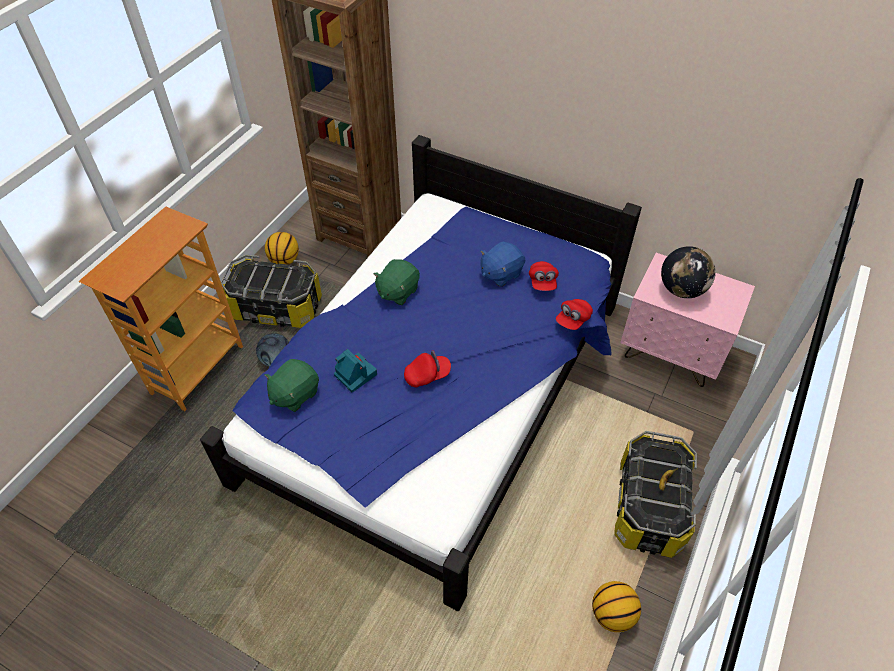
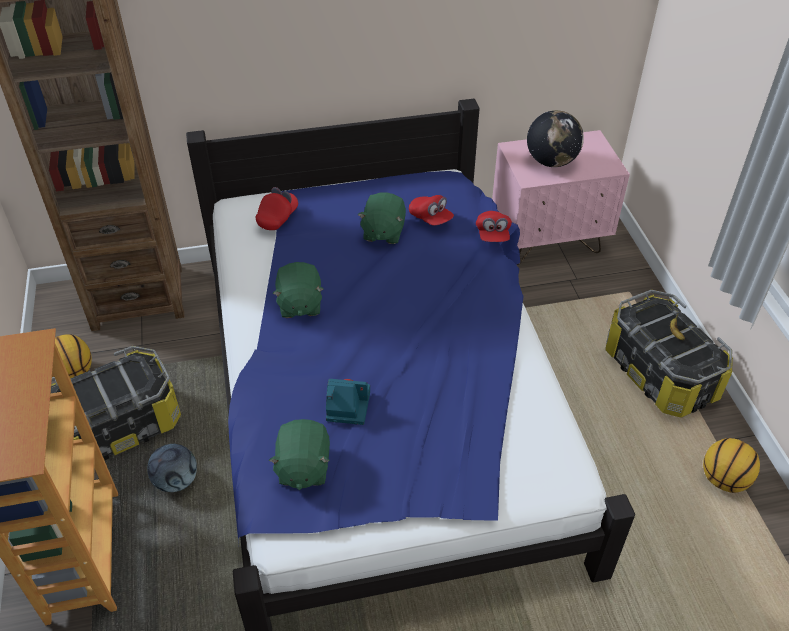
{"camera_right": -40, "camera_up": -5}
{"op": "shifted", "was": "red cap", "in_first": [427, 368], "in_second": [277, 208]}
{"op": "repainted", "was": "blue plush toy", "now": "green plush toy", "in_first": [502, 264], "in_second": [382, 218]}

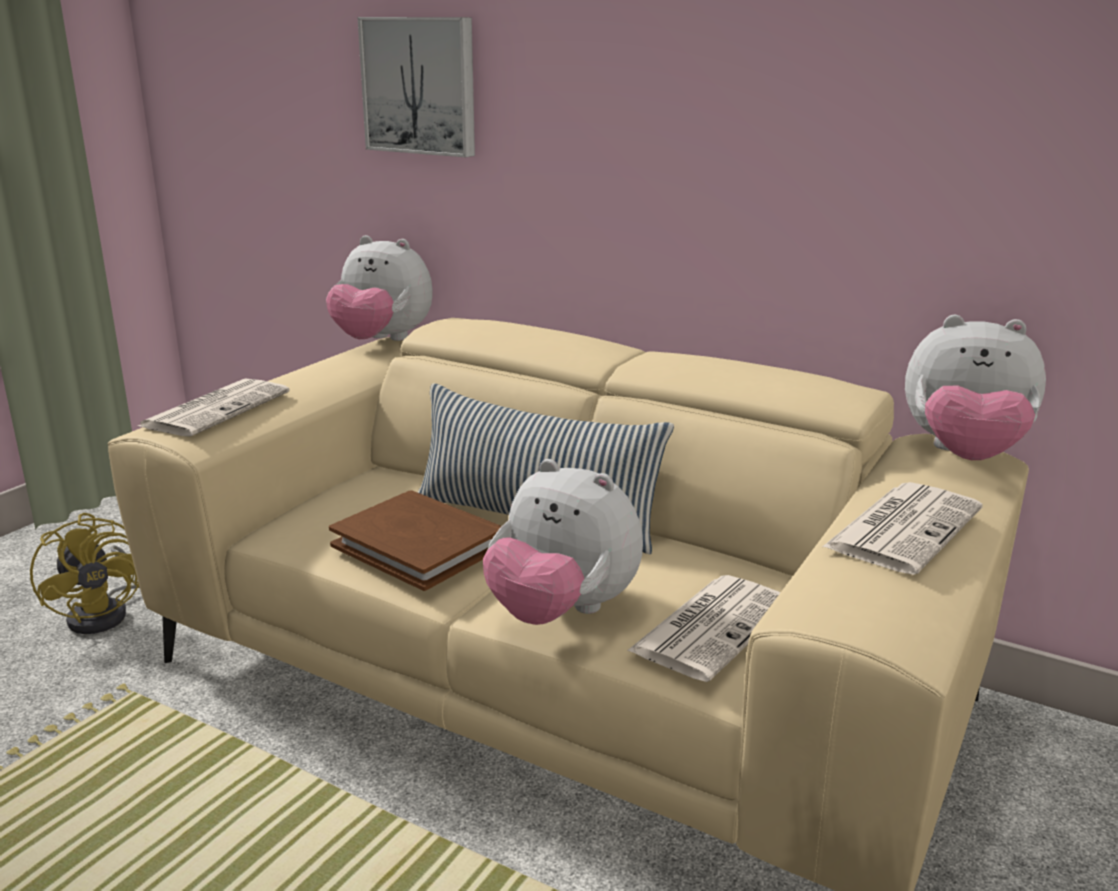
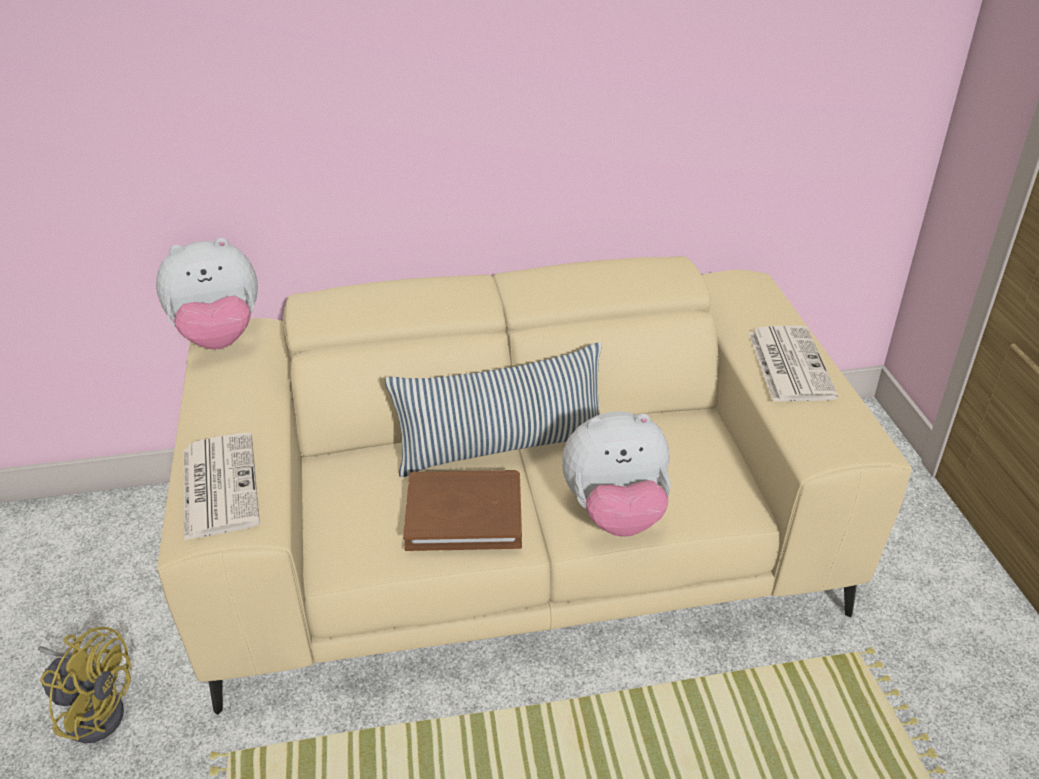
{"camera_right": -40, "camera_up": 15}
{"op": "gone", "was": "picture", "in_first": [416, 87]}
{"op": "gone", "was": "newspaper", "in_first": [704, 628]}
{"op": "gone", "was": "plush toy", "in_first": [975, 387]}

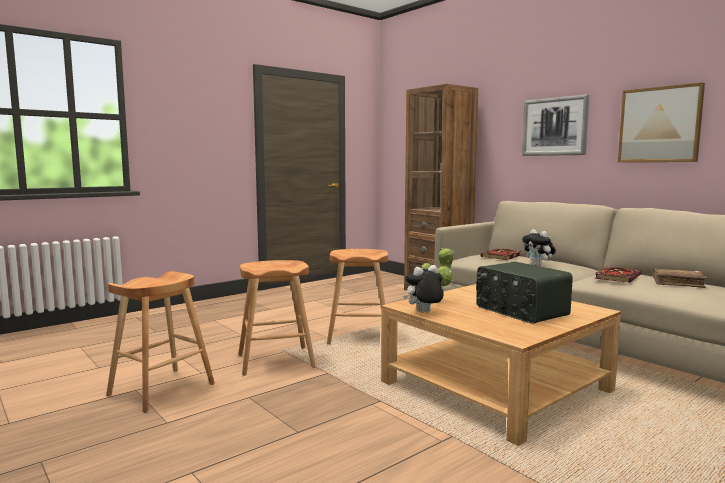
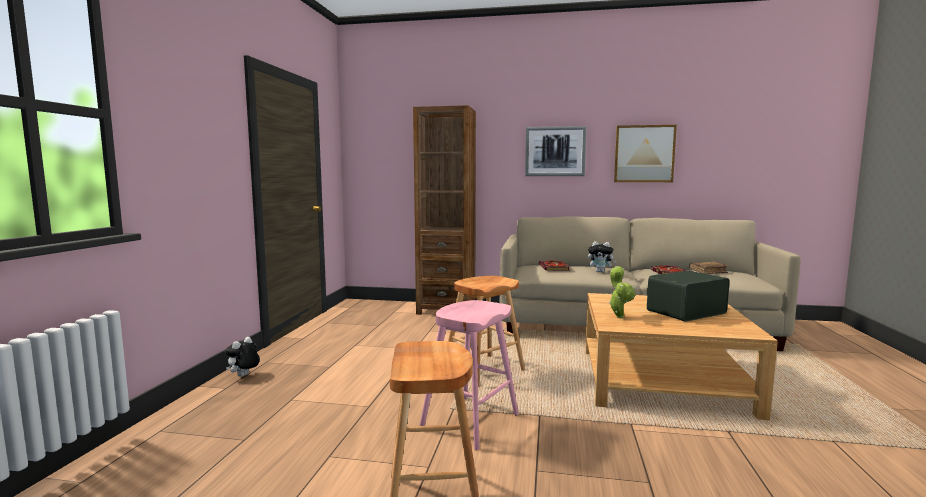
{"camera_right": -40, "camera_up": 0}
{"op": "repainted", "was": "brown stool", "now": "pink stool", "in_first": [277, 317], "in_second": [469, 375]}
{"op": "shifted", "was": "plush toy", "in_first": [423, 289], "in_second": [242, 357]}
{"op": "rotated", "was": "radio", "in_first": [524, 293], "in_second": [688, 296], "clockwise": 135}

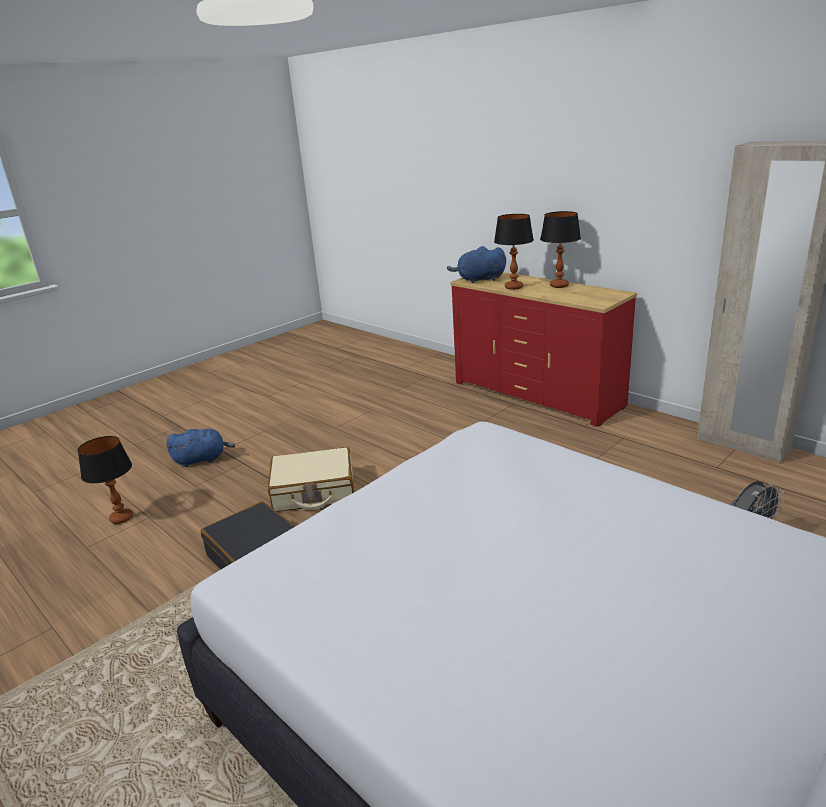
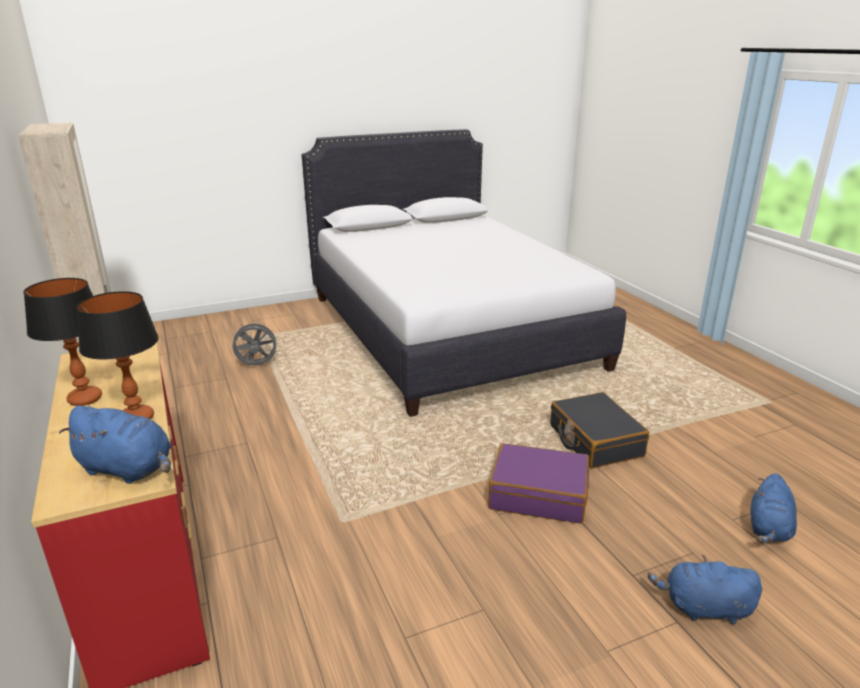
{"camera_right": -160, "camera_up": 0}
{"op": "swapped", "was": "table lamp", "now": "blue plush toy", "in_first": [105, 480], "in_second": [774, 508]}
{"op": "repainted", "was": "beige suitcase", "now": "purple suitcase", "in_first": [311, 479], "in_second": [538, 483]}

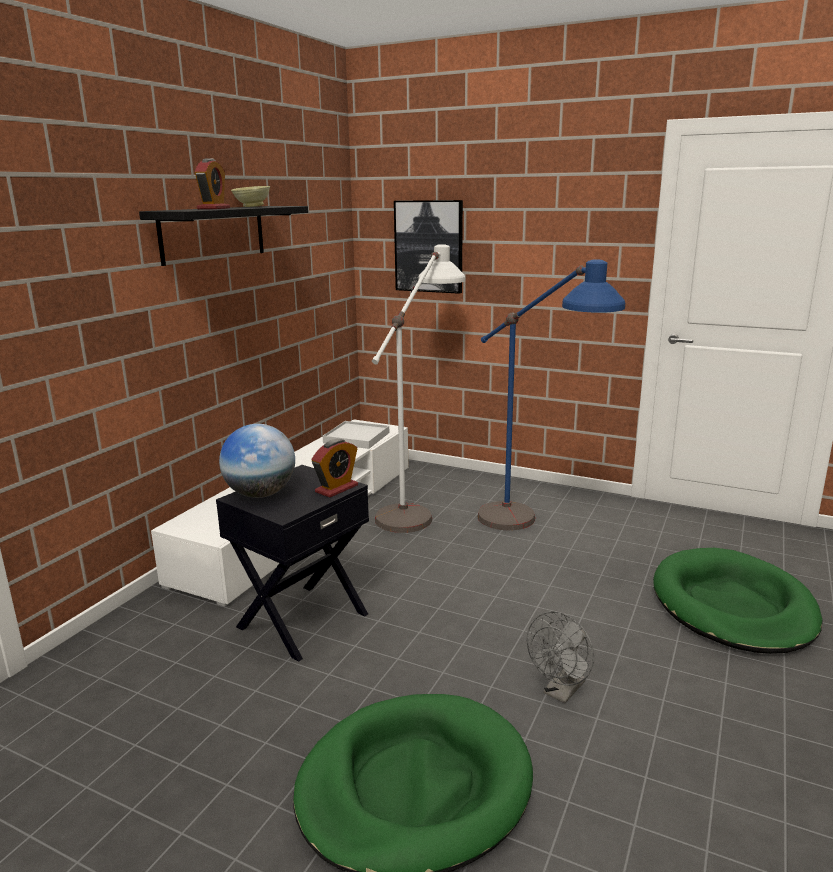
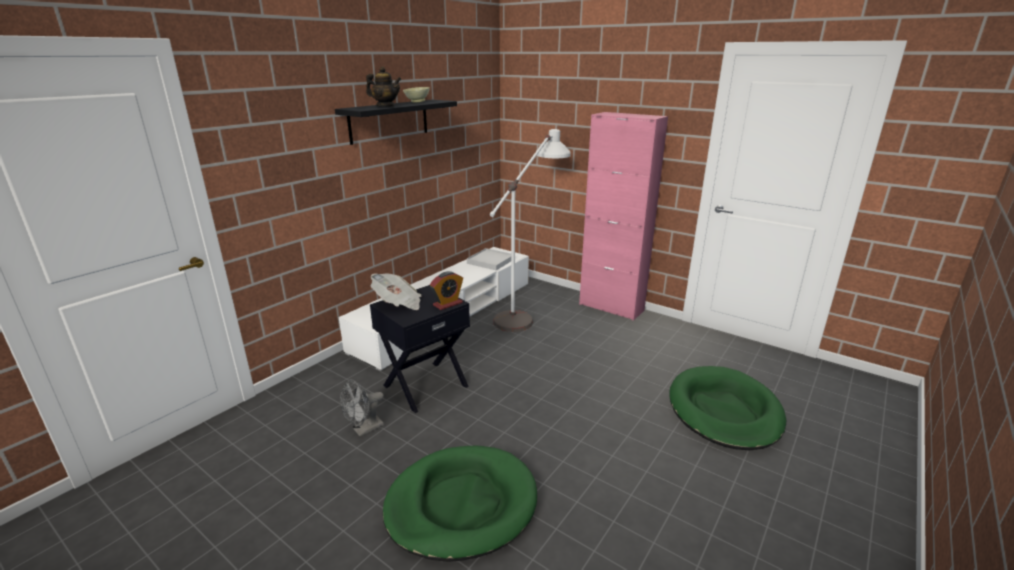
{"camera_right": 10, "camera_up": 5}
{"op": "swapped", "was": "alarm clock", "now": "teapot", "in_first": [212, 183], "in_second": [383, 86]}
{"op": "swapped", "was": "globe", "now": "newspaper", "in_first": [257, 461], "in_second": [396, 291]}
{"op": "gone", "was": "picture", "in_first": [428, 247]}
{"op": "gone", "was": "blue floor lamp", "in_first": [551, 394]}
{"op": "shifted", "was": "grey fan", "in_first": [560, 657], "in_second": [362, 407]}
{"op": "new", "now": "pink cabinet", "in_second": [623, 216]}

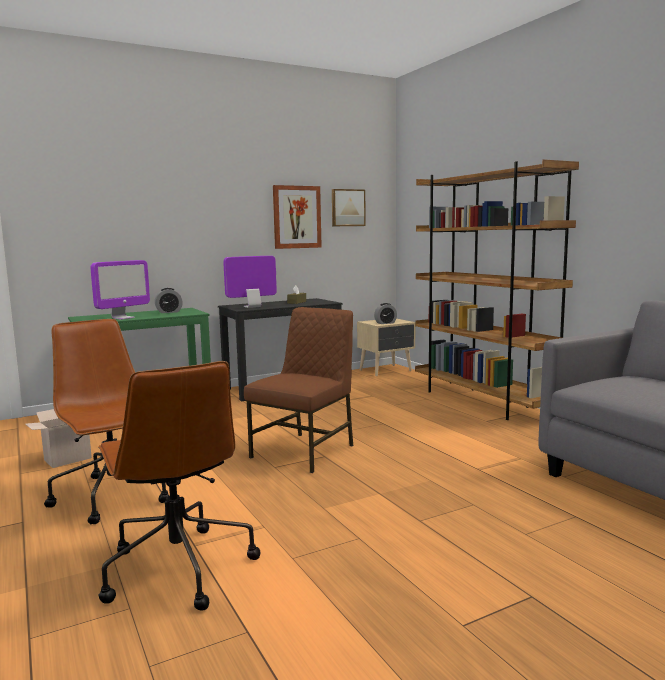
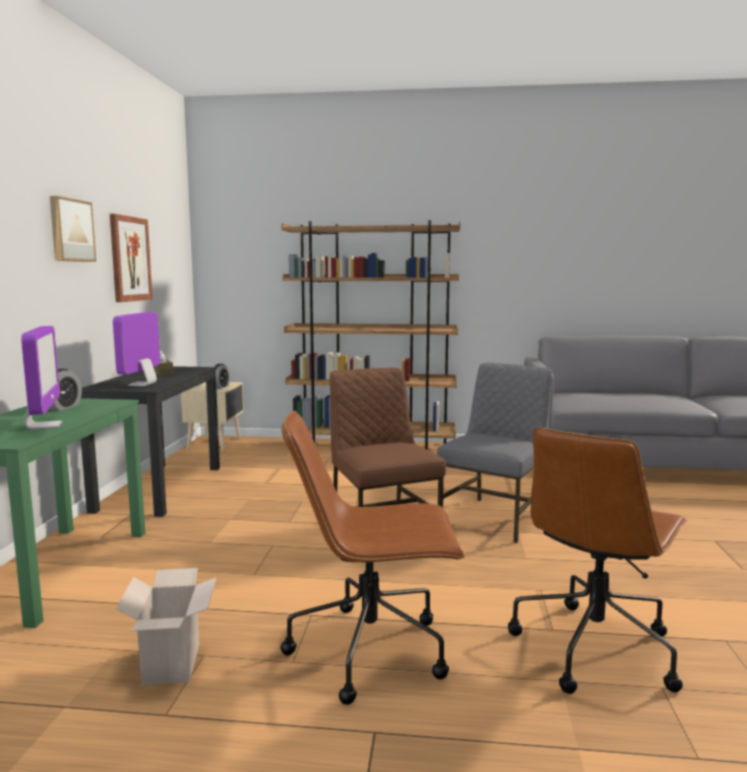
{"camera_right": -55, "camera_up": 0}
{"op": "rotated", "was": "brown office chair", "in_first": [179, 486], "in_second": [597, 560], "clockwise": 120}
{"op": "shifted", "was": "picture", "in_first": [349, 207], "in_second": [73, 229]}
{"op": "new", "now": "grey chair", "in_second": [494, 453]}

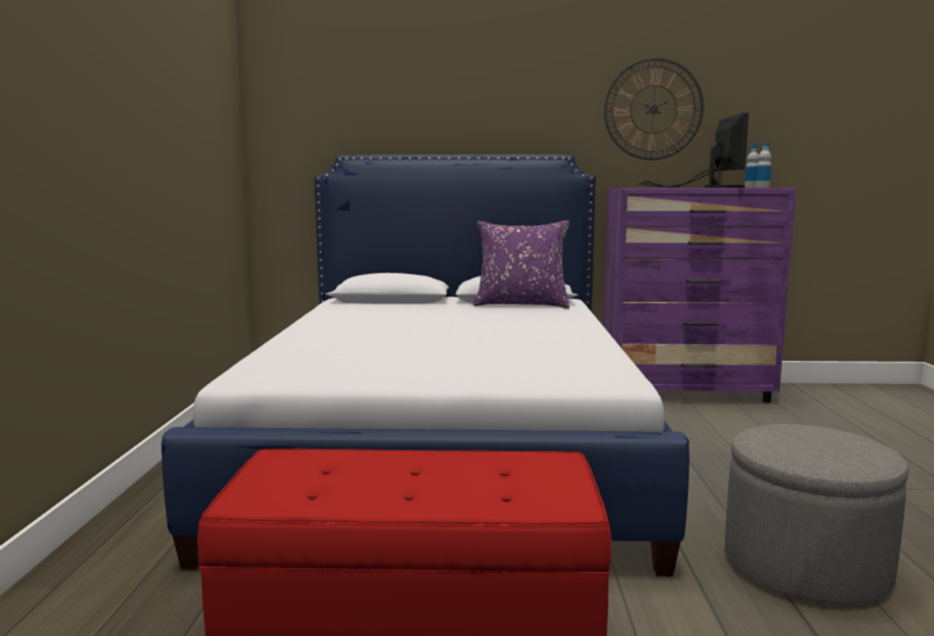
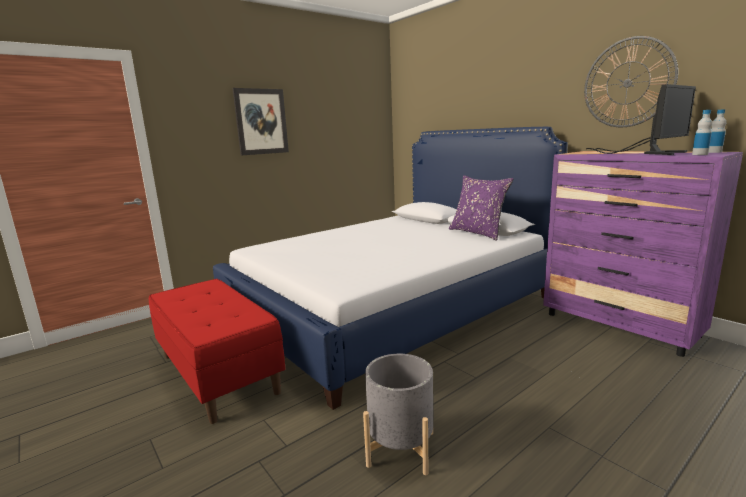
{"camera_right": 50, "camera_up": 5}
{"op": "swapped", "was": "grey ottoman", "now": "grey planter", "in_first": [817, 514], "in_second": [398, 414]}
{"op": "new", "now": "picture", "in_second": [260, 121]}

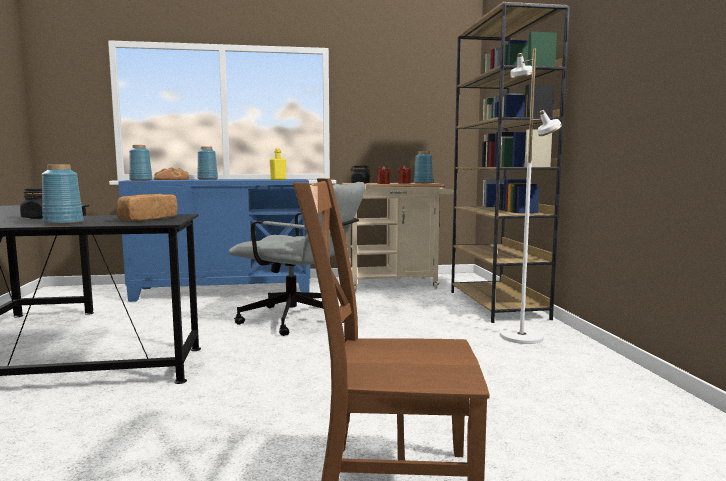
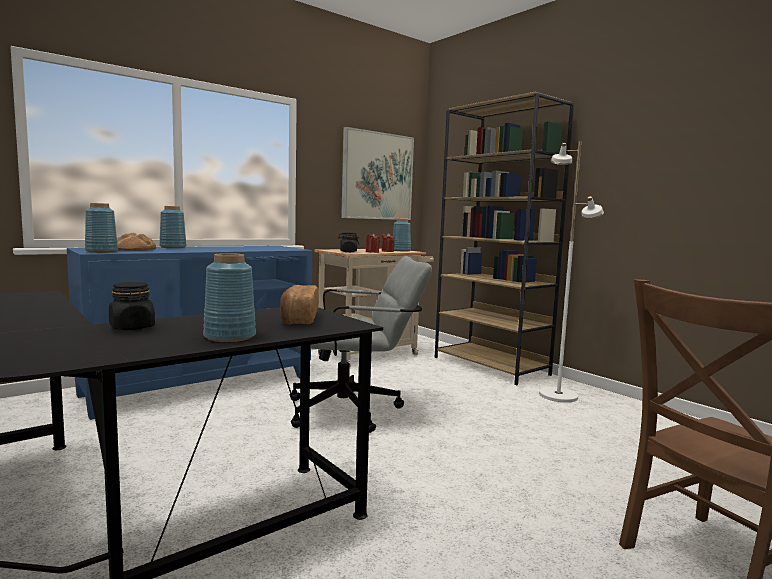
{"camera_right": -30, "camera_up": 0}
{"op": "gone", "was": "yellow bottle", "in_first": [278, 164]}
{"op": "new", "now": "picture", "in_second": [377, 173]}

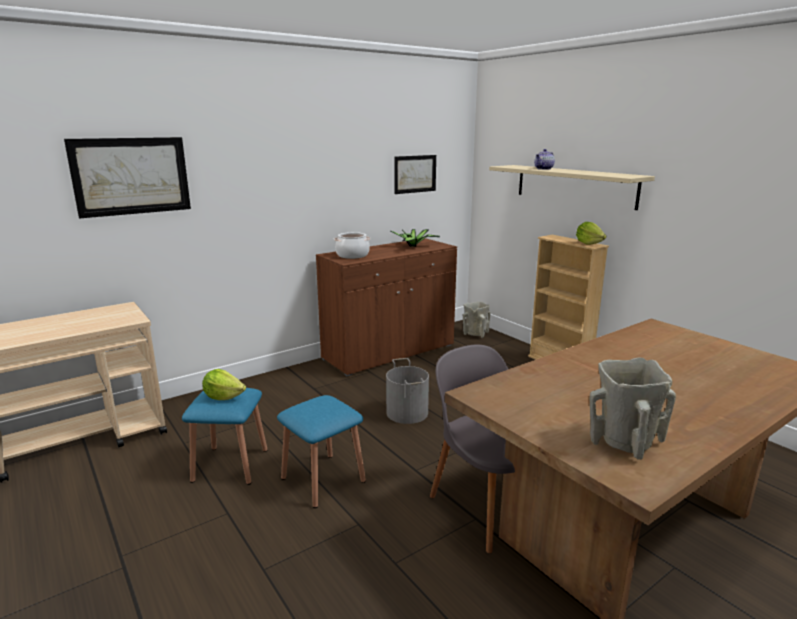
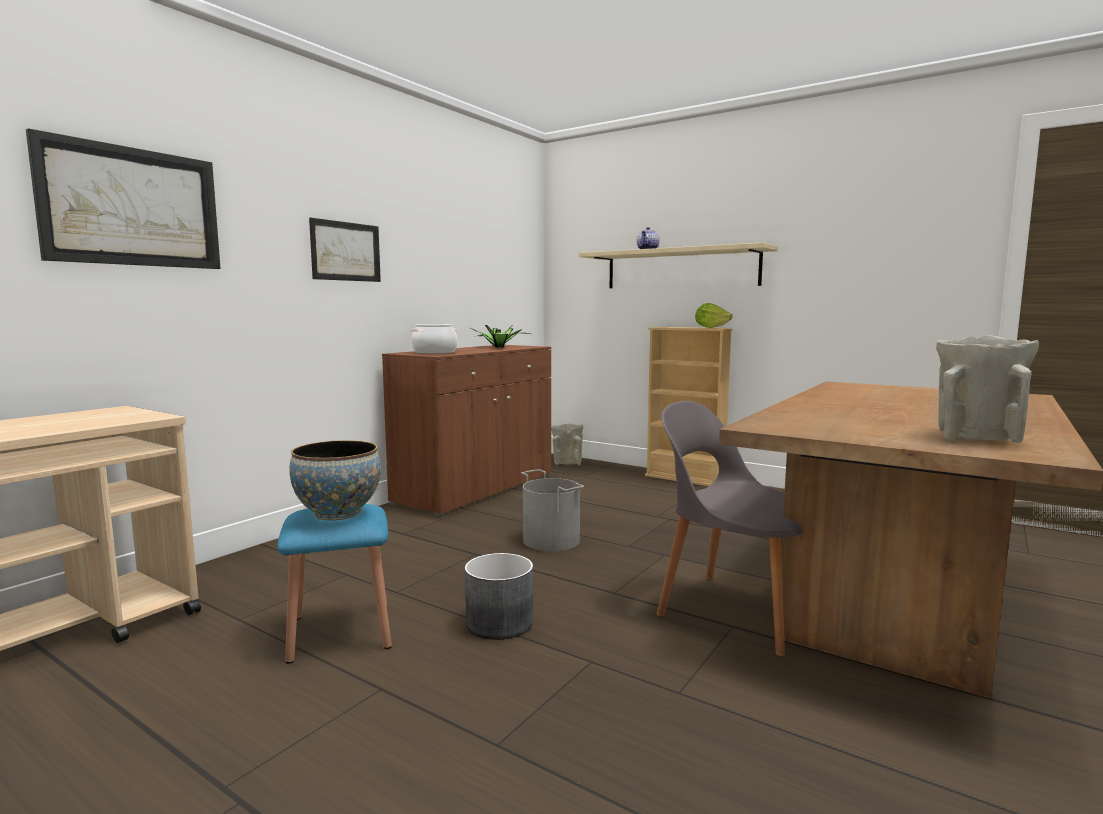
{"camera_right": -20, "camera_up": -10}
{"op": "swapped", "was": "lettuce", "now": "bowl", "in_first": [224, 384], "in_second": [335, 480]}
{"op": "swapped", "was": "blue stool", "now": "grey planter", "in_first": [321, 451], "in_second": [499, 596]}
{"op": "shifted", "was": "picture", "in_first": [415, 174], "in_second": [345, 250]}

